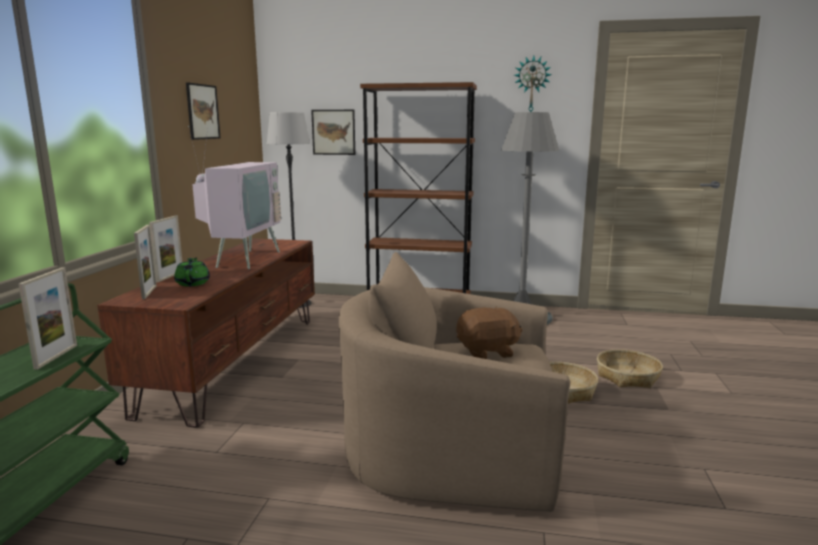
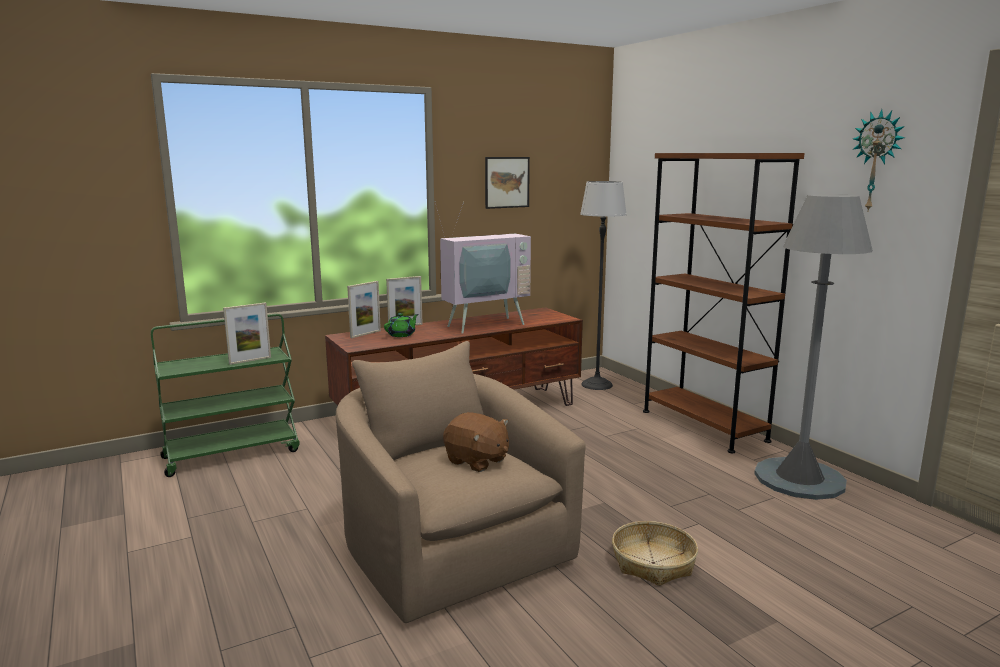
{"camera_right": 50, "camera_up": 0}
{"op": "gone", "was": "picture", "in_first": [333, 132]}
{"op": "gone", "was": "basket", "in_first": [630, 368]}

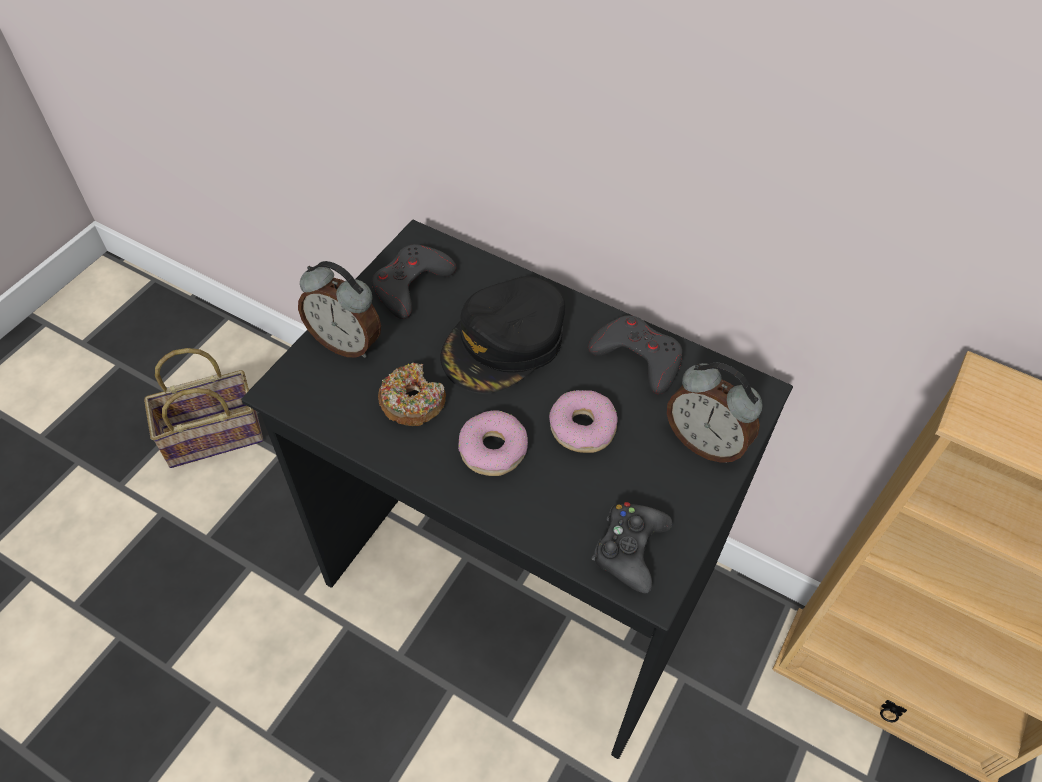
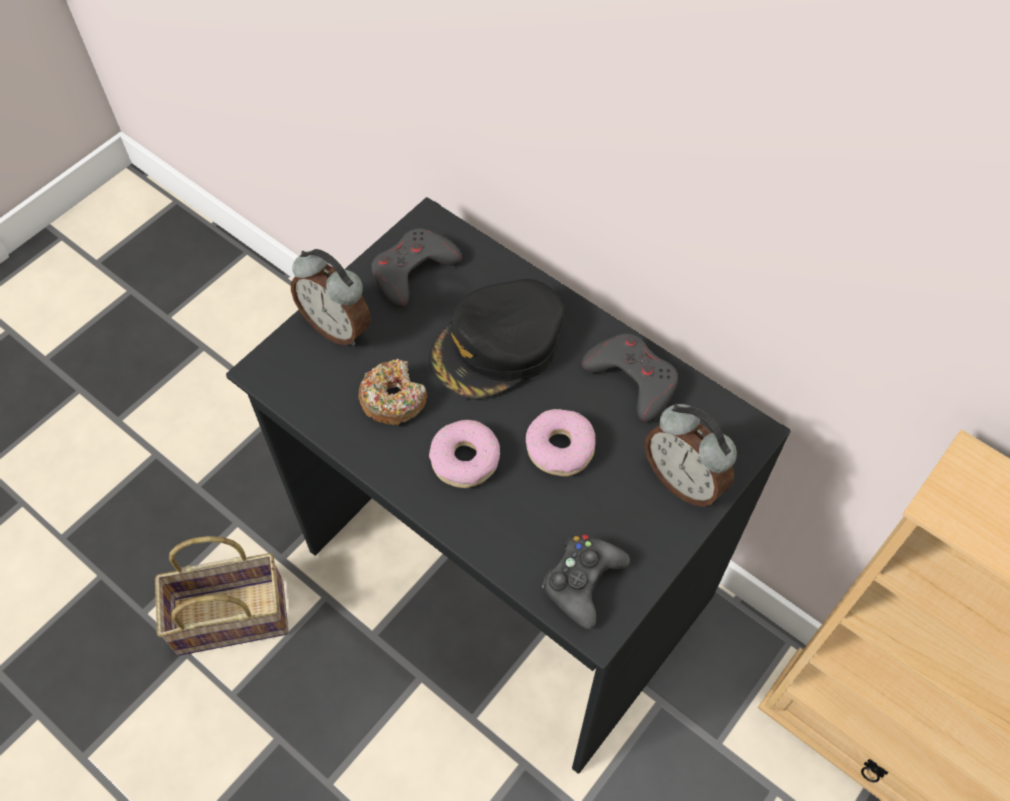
{"camera_right": 10, "camera_up": 5}
{"op": "shifted", "was": "basket", "in_first": [203, 408], "in_second": [221, 596]}

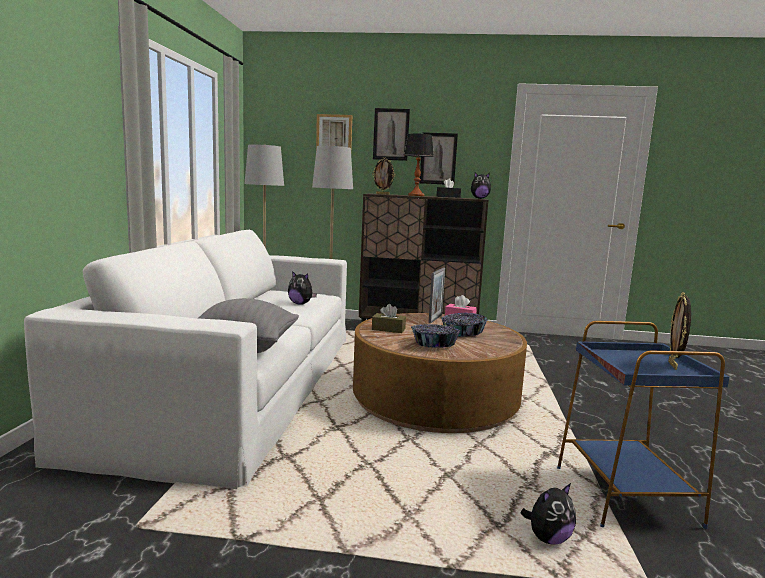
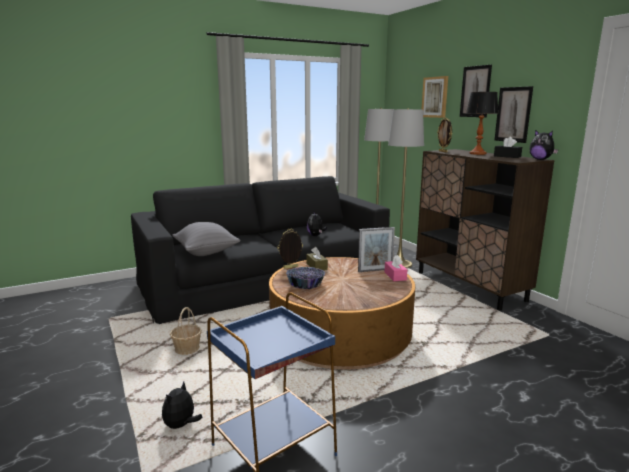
{"camera_right": 55, "camera_up": 5}
{"op": "repainted", "was": "white sofa", "now": "black sofa", "in_first": [185, 359], "in_second": [260, 250]}
{"op": "gone", "was": "bowl", "in_first": [464, 325]}
{"op": "rotated", "was": "plush toy", "in_first": [548, 513], "in_second": [182, 405], "clockwise": 90}
{"op": "shifted", "was": "picture frame", "in_first": [679, 331], "in_second": [290, 249]}
{"op": "new", "now": "basket", "in_second": [186, 331]}

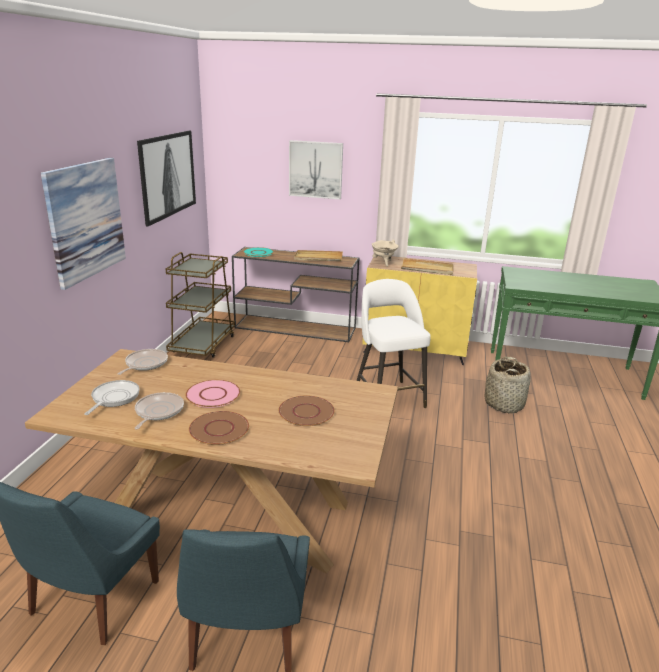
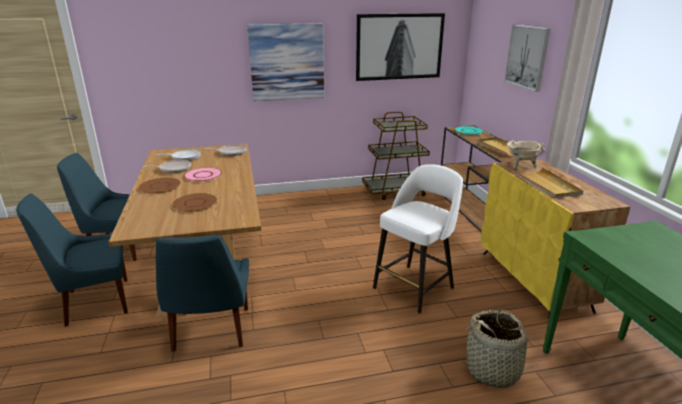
{"camera_right": 65, "camera_up": 0}
{"op": "new", "now": "blue chair", "in_second": [202, 293]}

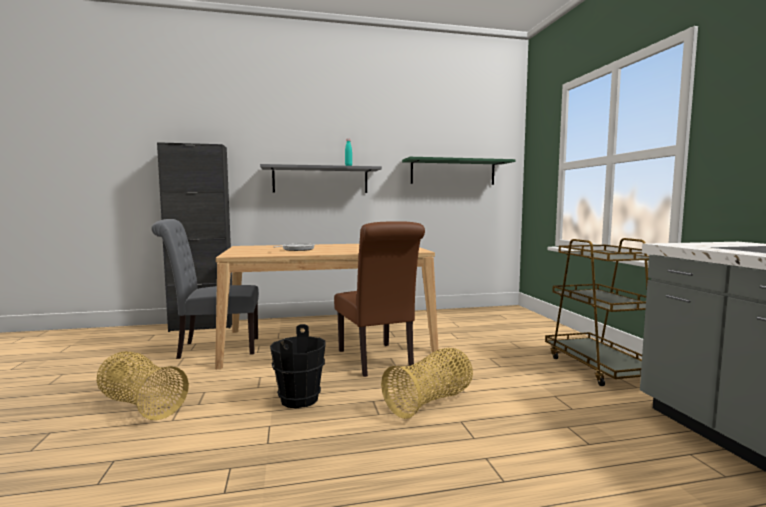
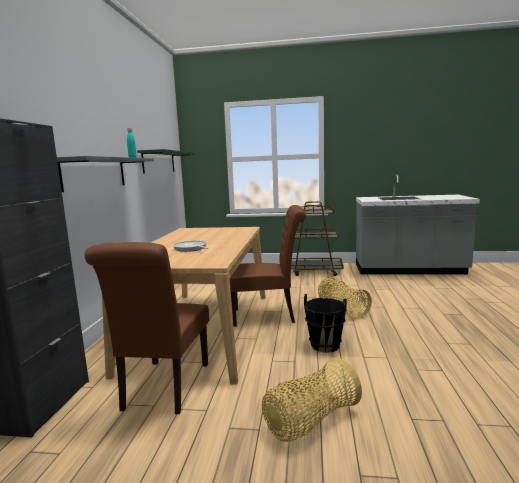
{"camera_right": -70, "camera_up": 5}
{"op": "repainted", "was": "grey chair", "now": "brown chair", "in_first": [205, 289], "in_second": [147, 328]}

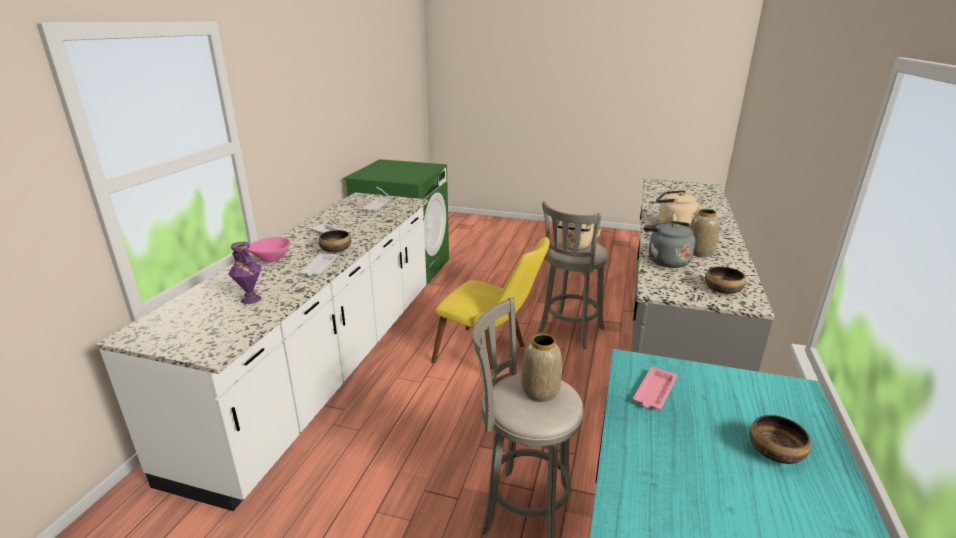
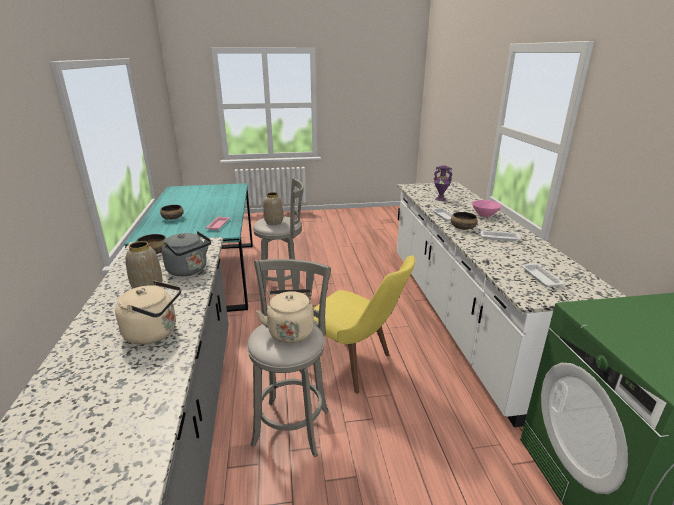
{"camera_right": 155, "camera_up": 0}
{"op": "rotated", "was": "yellow chair", "in_first": [490, 309], "in_second": [364, 324], "clockwise": -150}

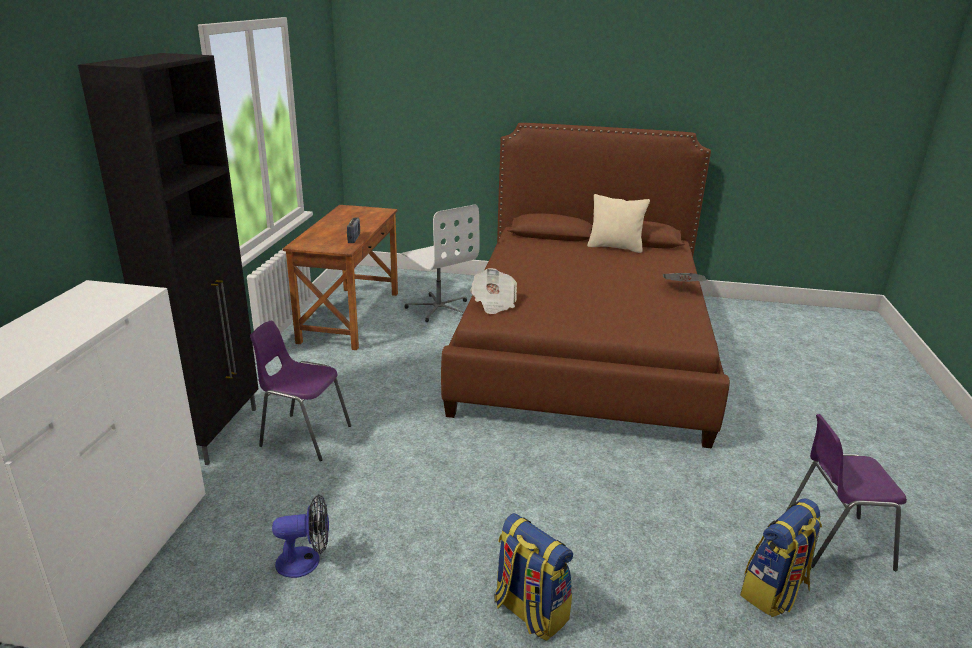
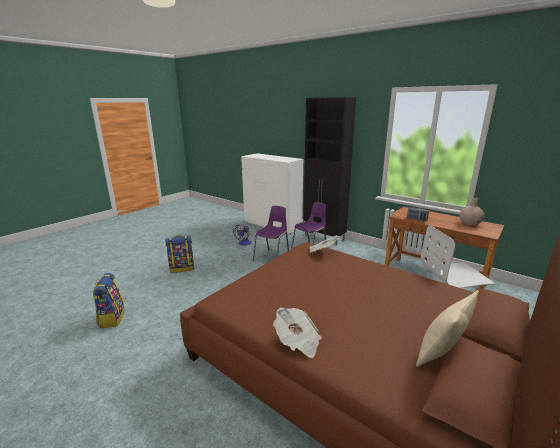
{"camera_right": 120, "camera_up": -5}
{"op": "shifted", "was": "purple chair", "in_first": [846, 492], "in_second": [271, 233]}
{"op": "new", "now": "beige vase", "in_second": [472, 211]}

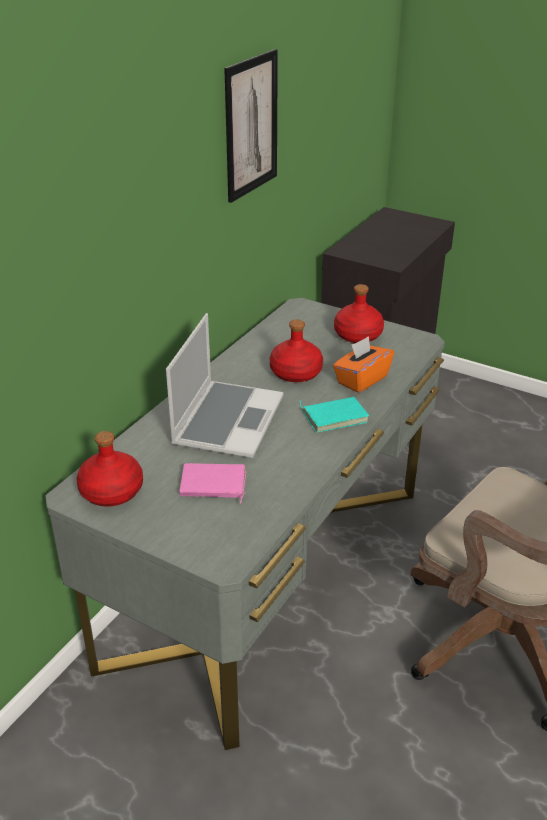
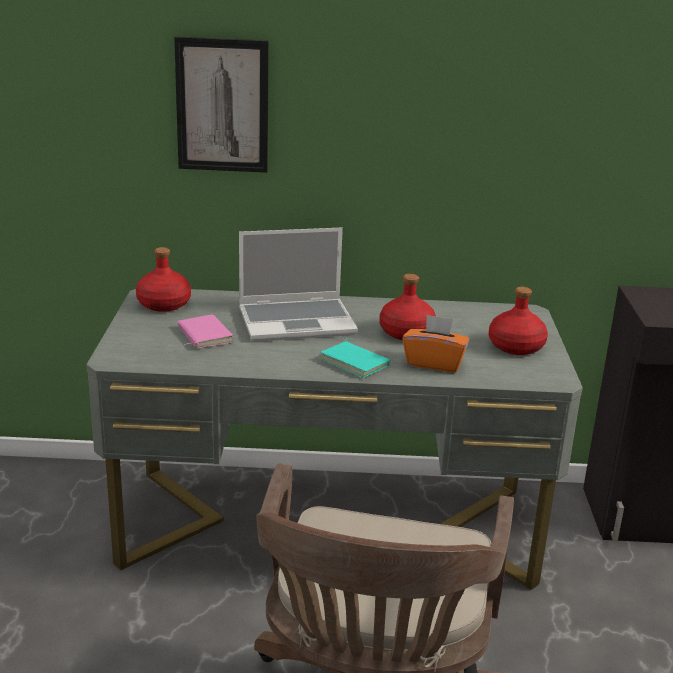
{"camera_right": 60, "camera_up": -10}
{"op": "shifted", "was": "picture", "in_first": [251, 126], "in_second": [221, 104]}

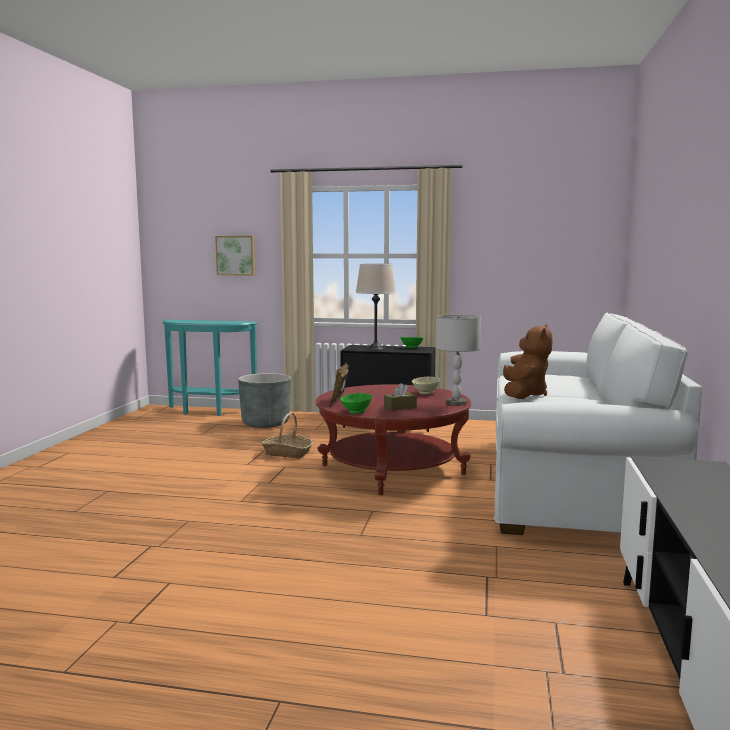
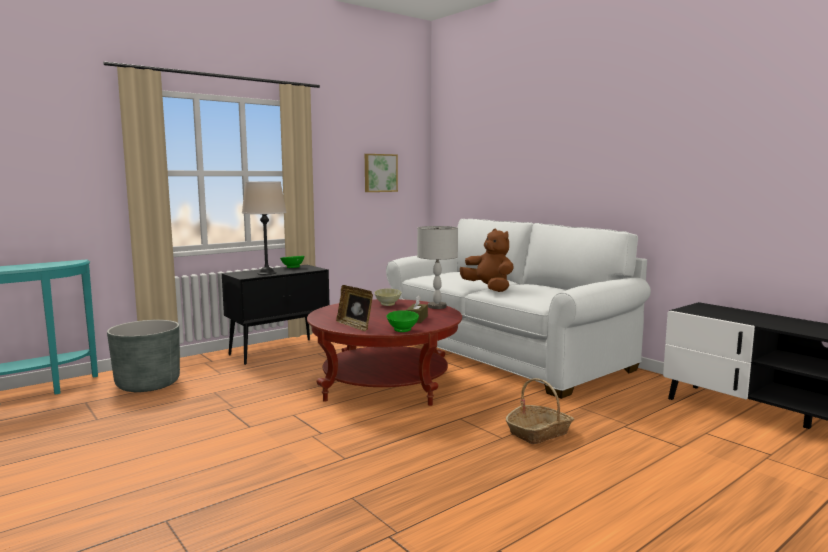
{"camera_right": -50, "camera_up": 0}
{"op": "shifted", "was": "picture", "in_first": [235, 255], "in_second": [381, 173]}
{"op": "shifted", "was": "basket", "in_first": [287, 435], "in_second": [540, 411]}

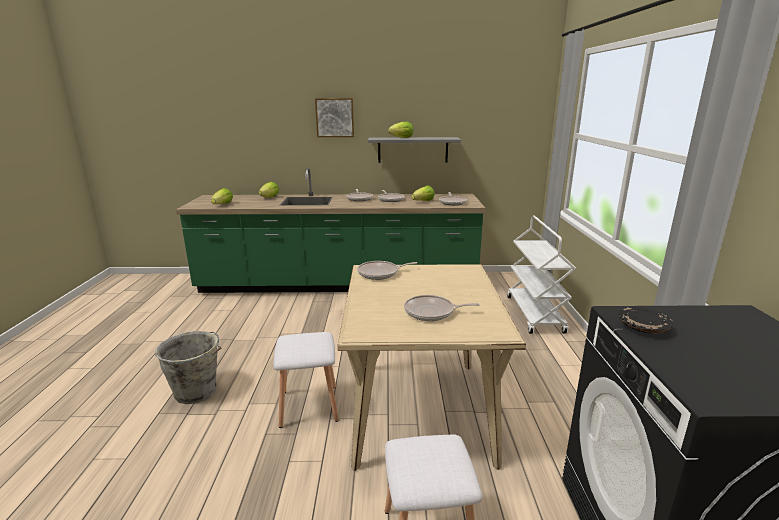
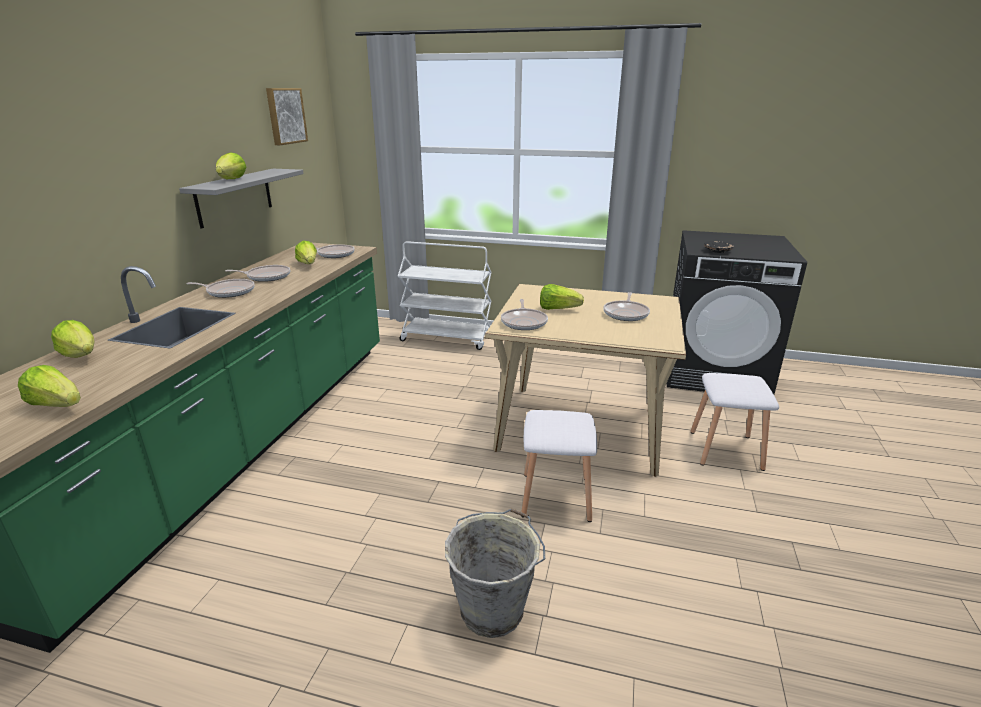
{"camera_right": -75, "camera_up": 5}
{"op": "shifted", "was": "picture", "in_first": [334, 117], "in_second": [287, 116]}
{"op": "new", "now": "lettuce", "in_second": [562, 297]}

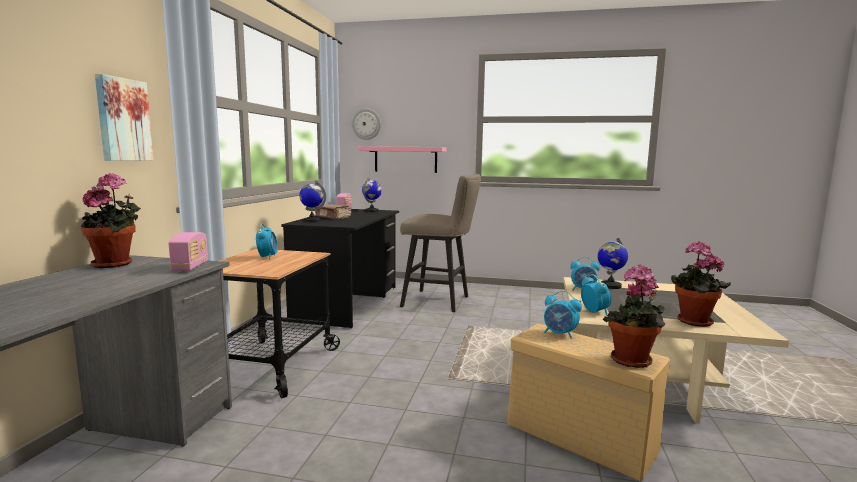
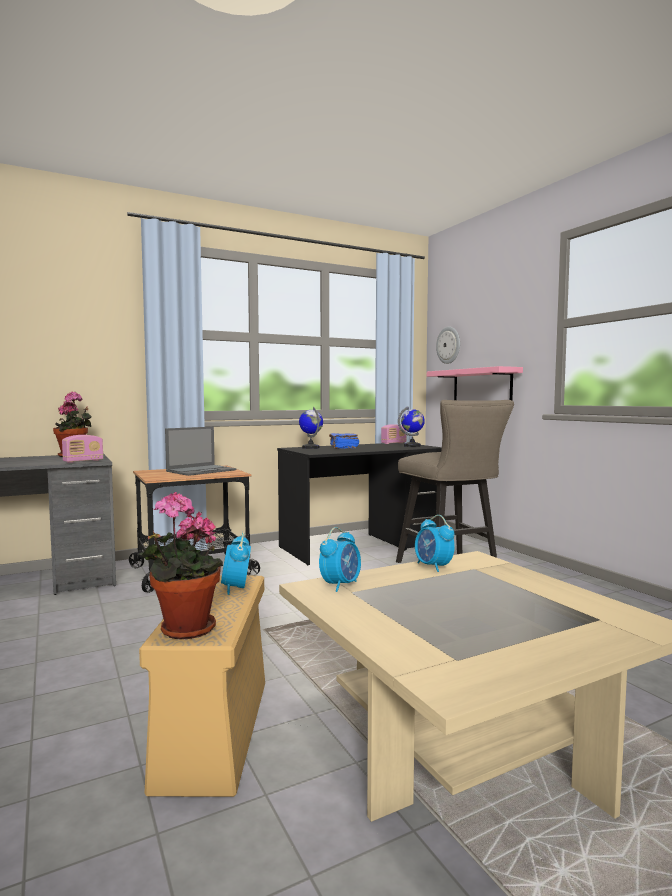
{"camera_right": 50, "camera_up": -5}
{"op": "gone", "was": "picture", "in_first": [124, 117]}
{"op": "swapped", "was": "alarm clock", "now": "laptop", "in_first": [267, 241], "in_second": [200, 451]}
{"op": "repainted", "was": "brown book", "now": "blue book", "in_first": [332, 212], "in_second": [344, 441]}
{"op": "gone", "was": "globe", "in_first": [612, 263]}
{"op": "gone", "was": "potted plant", "in_first": [701, 284]}

